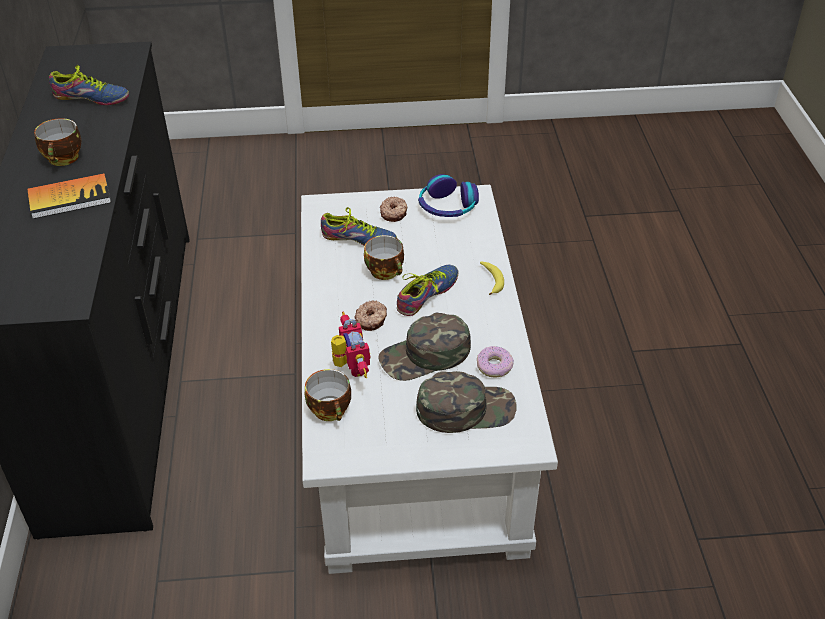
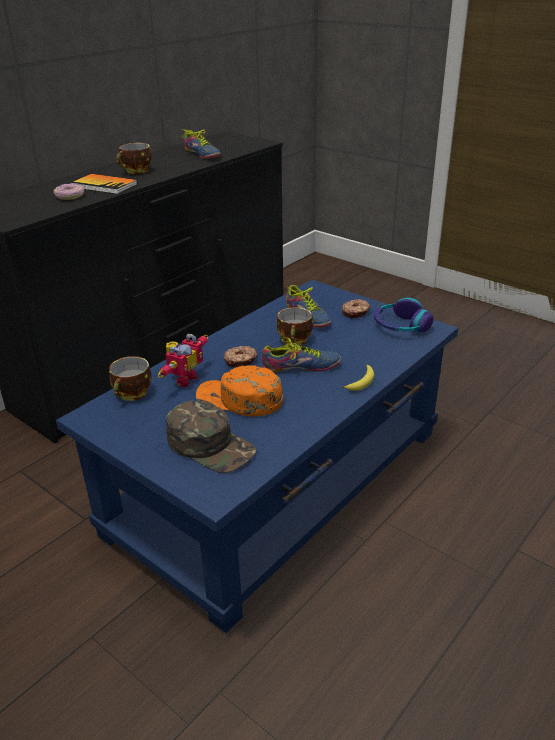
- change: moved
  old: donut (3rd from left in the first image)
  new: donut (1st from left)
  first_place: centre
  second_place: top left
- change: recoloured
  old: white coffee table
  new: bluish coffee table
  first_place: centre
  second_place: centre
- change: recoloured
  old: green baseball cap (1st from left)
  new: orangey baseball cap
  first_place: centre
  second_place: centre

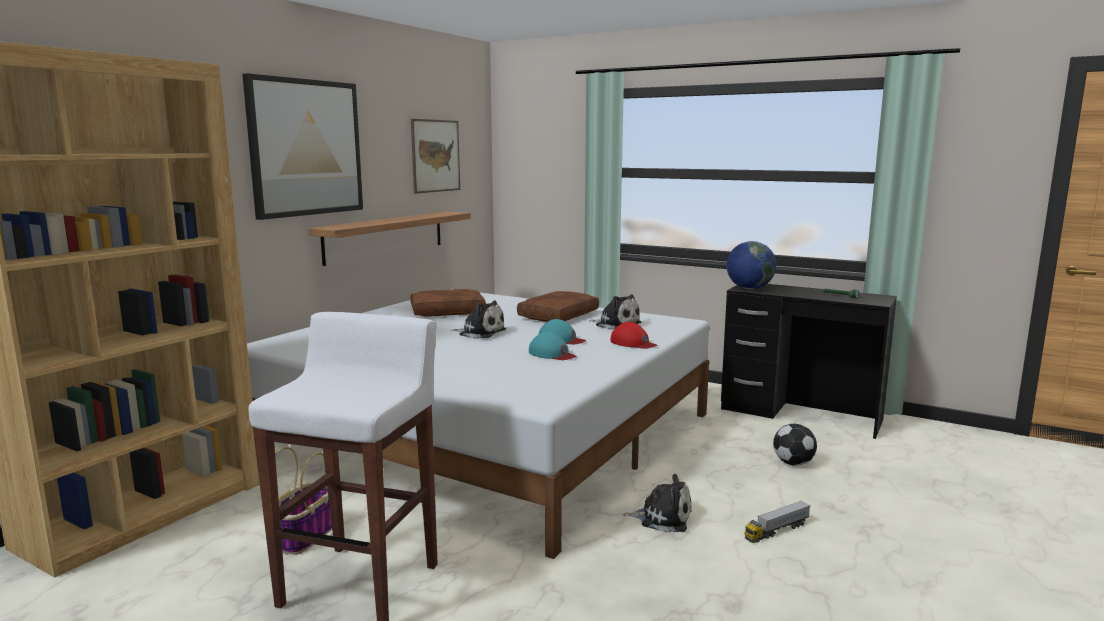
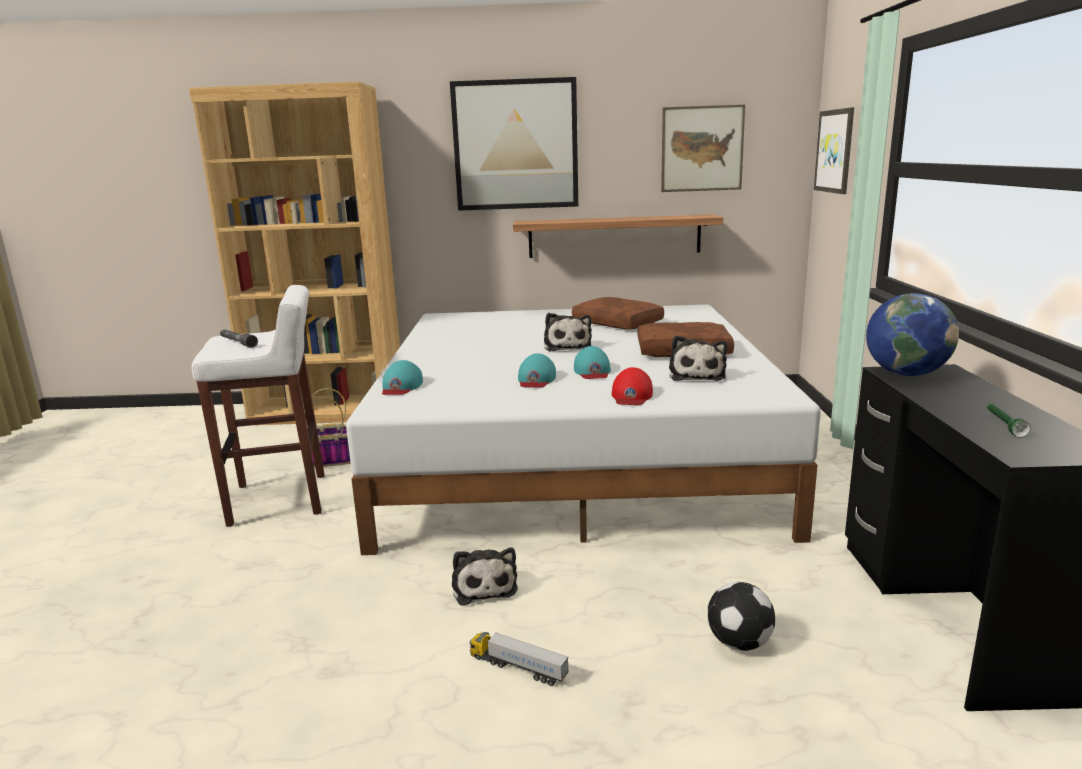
- change: added
  new: greyish flashlight
  second_place: middle left
- change: added
  new: turquoise baseball cap (1st from left)
  second_place: centre
- change: added
  new: wall picture (3rd from left)
  second_place: top right

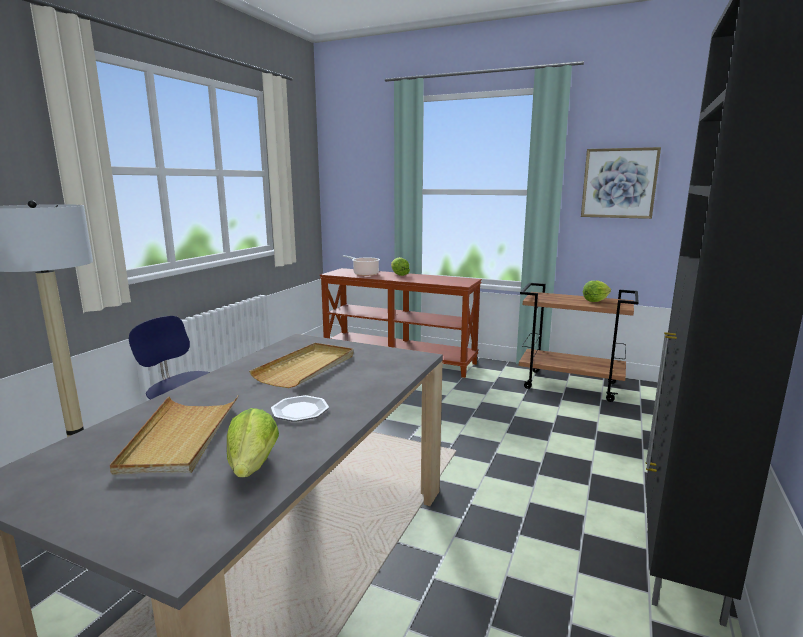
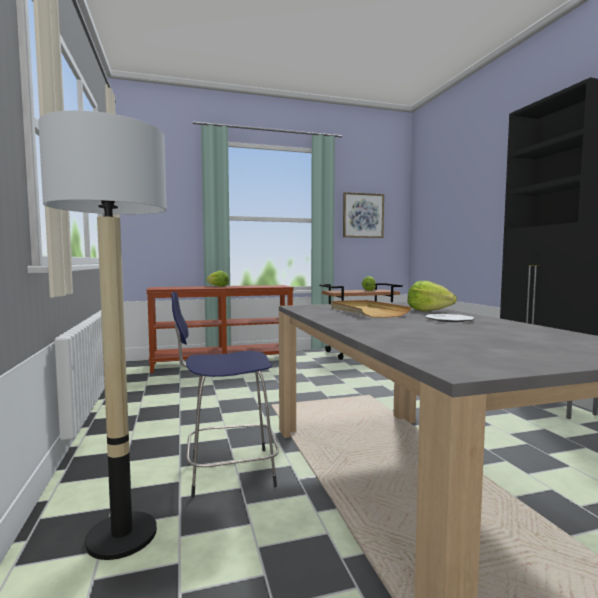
- change: removed
  old: beige-coloured tray (1st from left)
  first_place: bottom left
- change: removed
  old: cooking pot
  first_place: centre
- change: moved
  old: head of lettuce (1st from left in the first image)
  new: head of lettuce (3rd from left)
  first_place: bottom left
  second_place: middle right

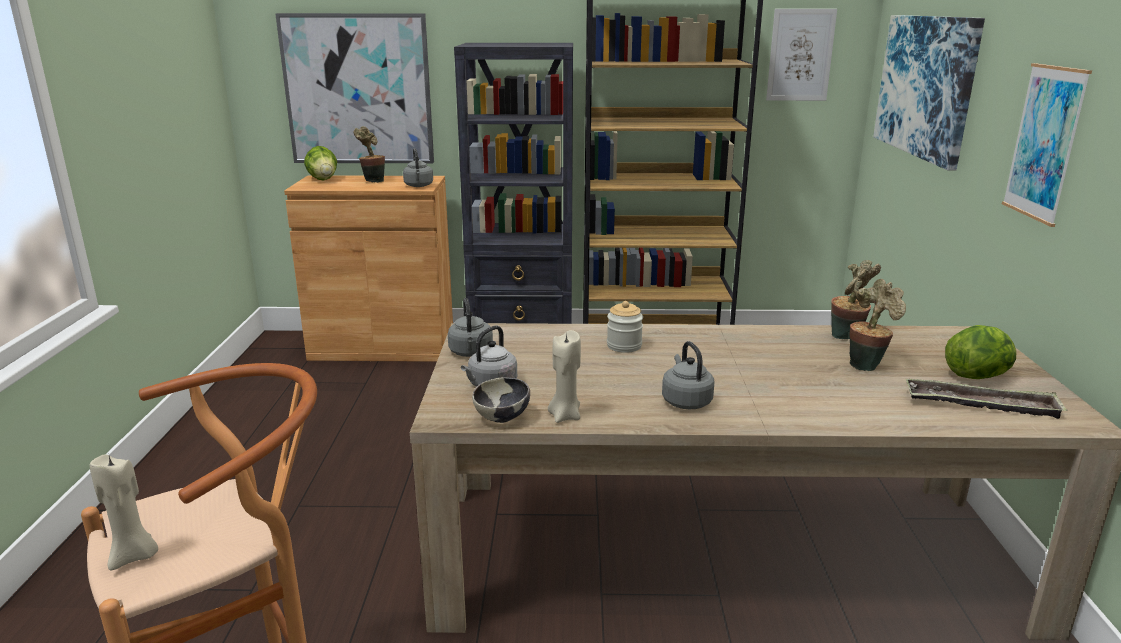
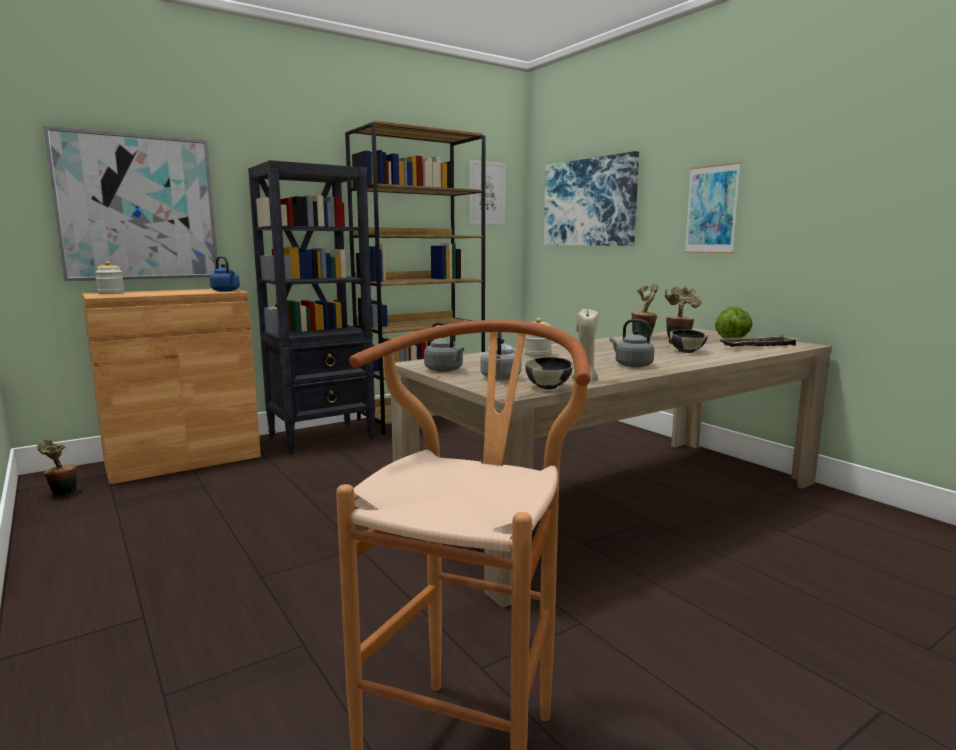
- change: removed
  old: beige-coloured candle (1st from left)
  first_place: bottom left
- change: added
  new: bowl (2nd from left)
  second_place: middle right
- change: moved
  old: houseplant (1st from left)
  first_place: top left
  second_place: middle left
- change: replaced
  old: head of lettuce (1st from left)
  new: preserve jar (1st from left)
  first_place: top left
  second_place: middle left
- change: recoloured
  old: greyish tea kettle (1st from left)
  new: bluish tea kettle
  first_place: top centre
  second_place: middle left

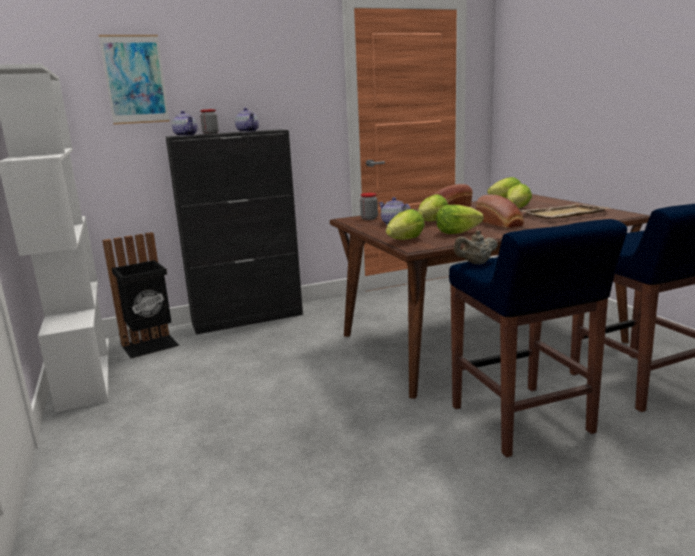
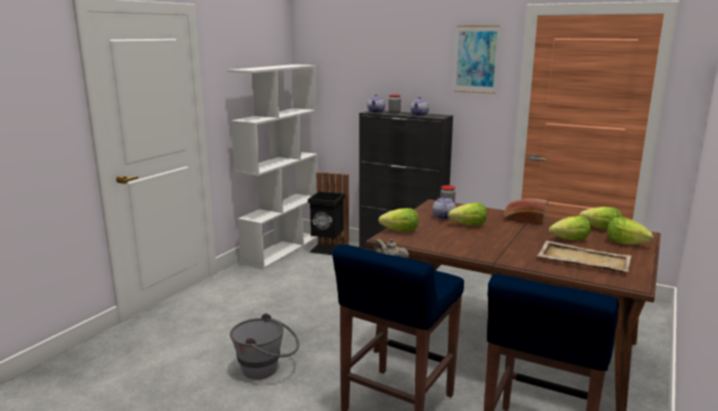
- change: removed
  old: bread (2nd from left)
  first_place: middle right
- change: added
  new: greyish water bucket
  second_place: bottom centre
- change: moved
  old: wall picture
  first_place: top left
  second_place: top centre
- change: moved
  old: head of lettuce (3rd from left in the first image)
  new: head of lettuce (5th from left)
  first_place: centre
  second_place: middle right

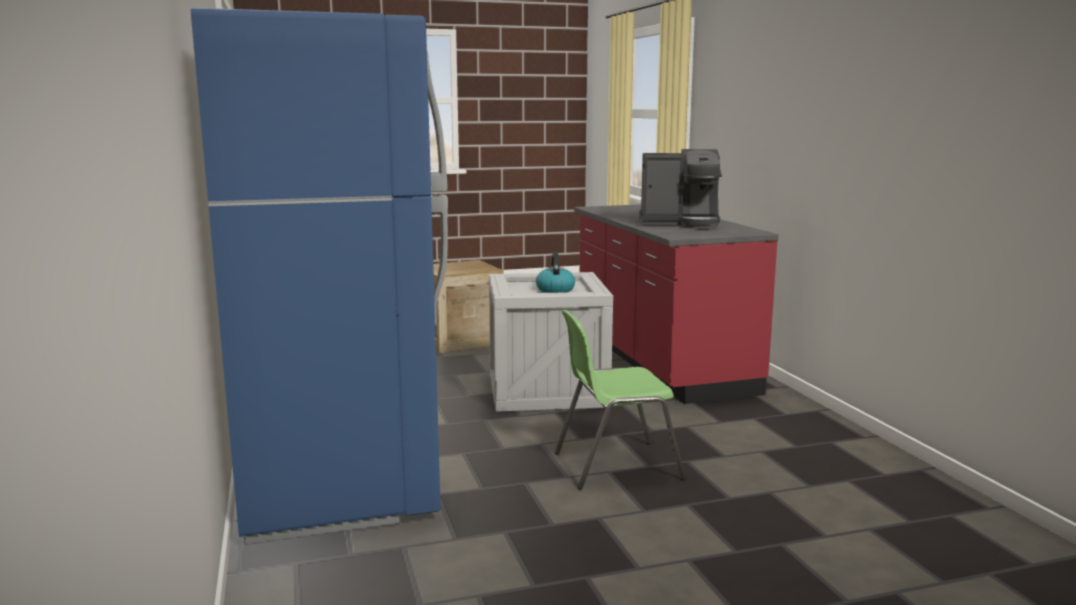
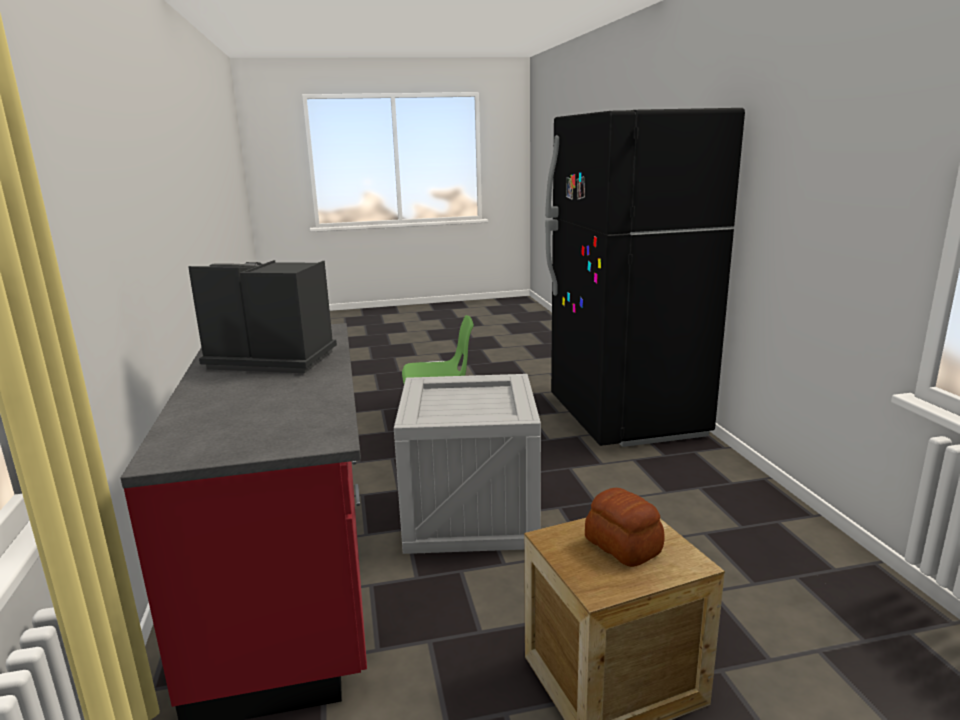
- change: removed
  old: tea kettle
  first_place: centre
- change: added
  new: bread
  second_place: bottom centre
- change: recoloured
  old: bluish refrigerator
  new: black-coloured refrigerator
  first_place: middle left
  second_place: middle right

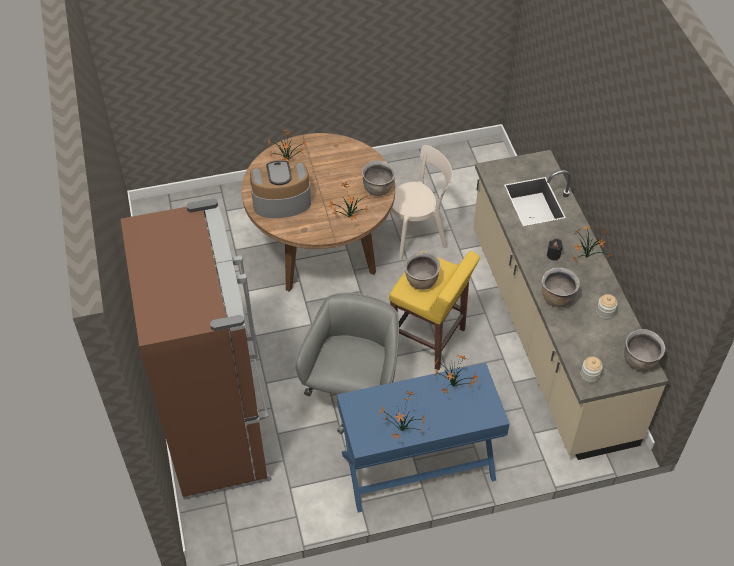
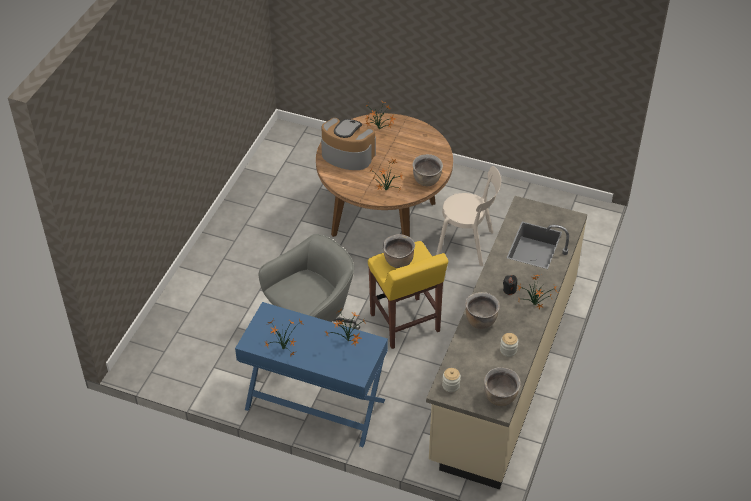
- change: removed
  old: brown refrigerator
  first_place: middle left

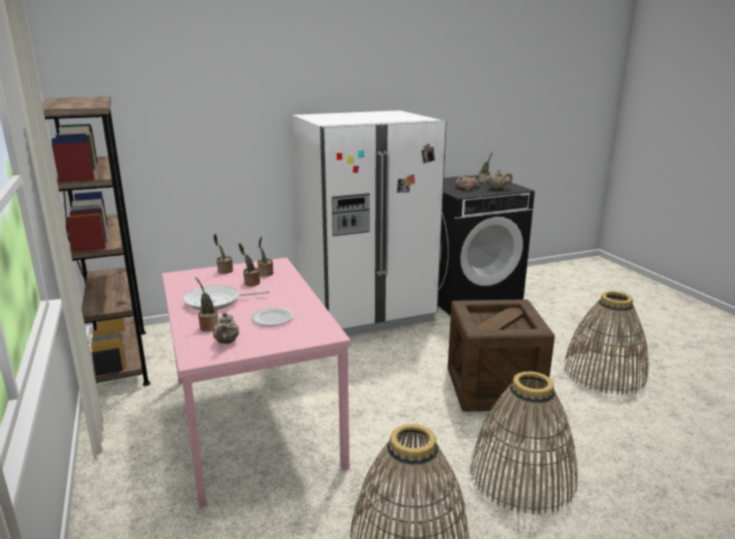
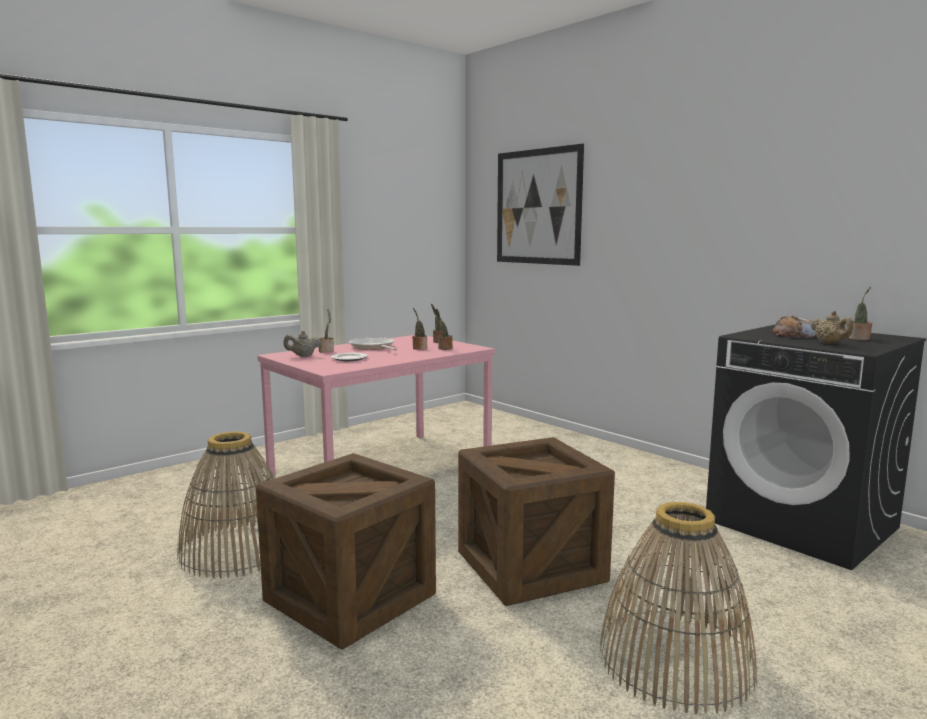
- change: removed
  old: brown bookcase
  first_place: middle left
- change: removed
  old: white refrigerator
  first_place: centre
- change: added
  new: wall picture
  second_place: top centre
- change: replaced
  old: storage basket (2nd from left)
  new: crate (1st from left)
  first_place: bottom right
  second_place: bottom centre

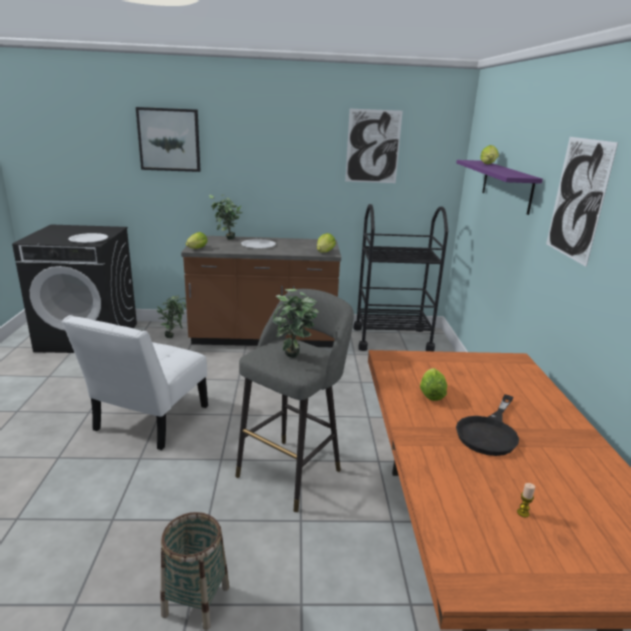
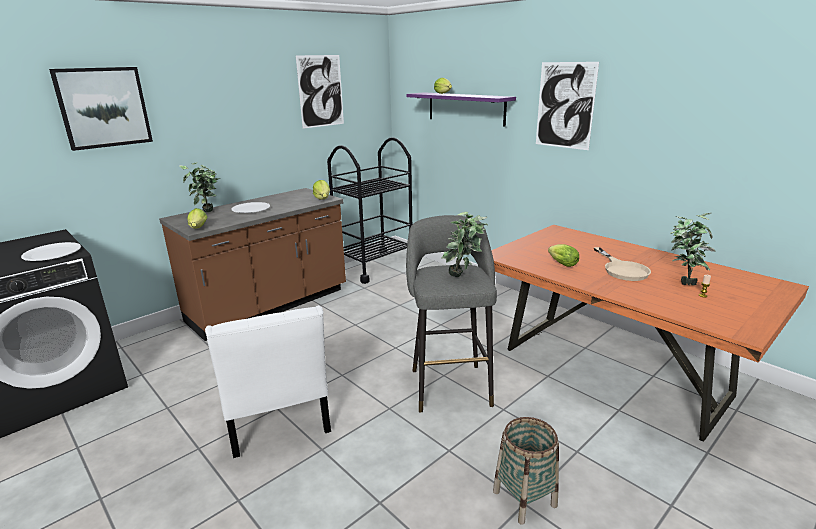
- change: moved
  old: houseplant (1st from left in the first image)
  new: houseplant (3rd from left)
  first_place: middle left
  second_place: middle right
- change: recoloured
  old: black-coloured frying pan
  new: beige-coloured frying pan
  first_place: bottom right
  second_place: middle right

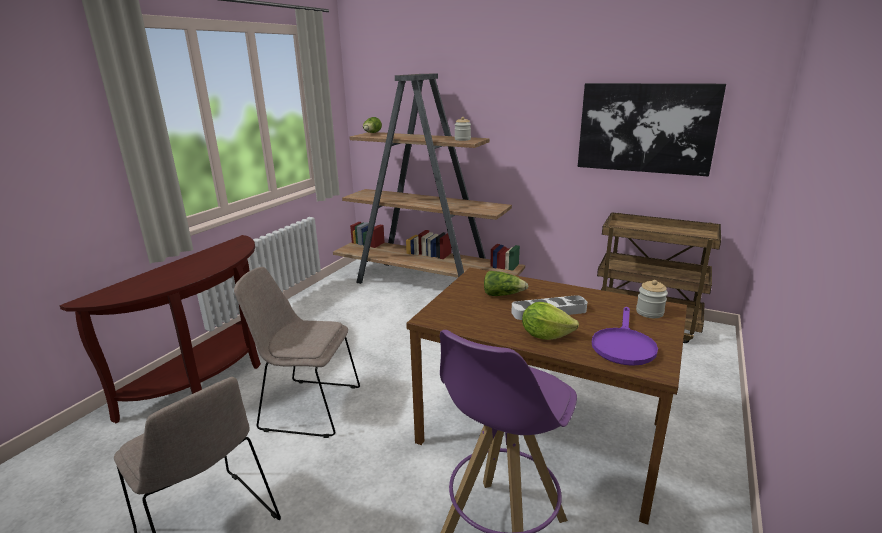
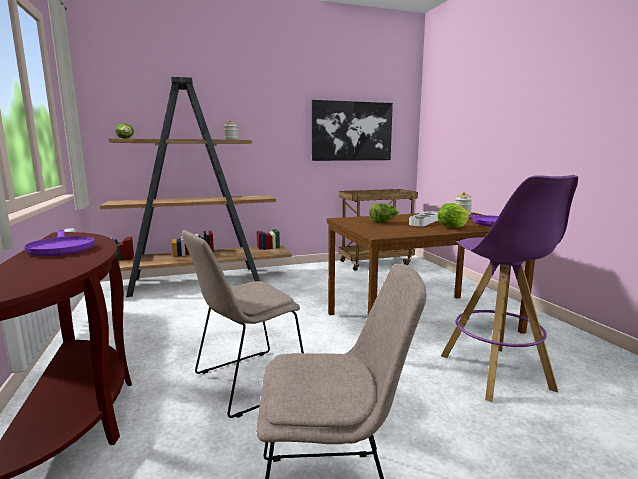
- change: added
  new: purple frying pan (1st from left)
  second_place: middle left

